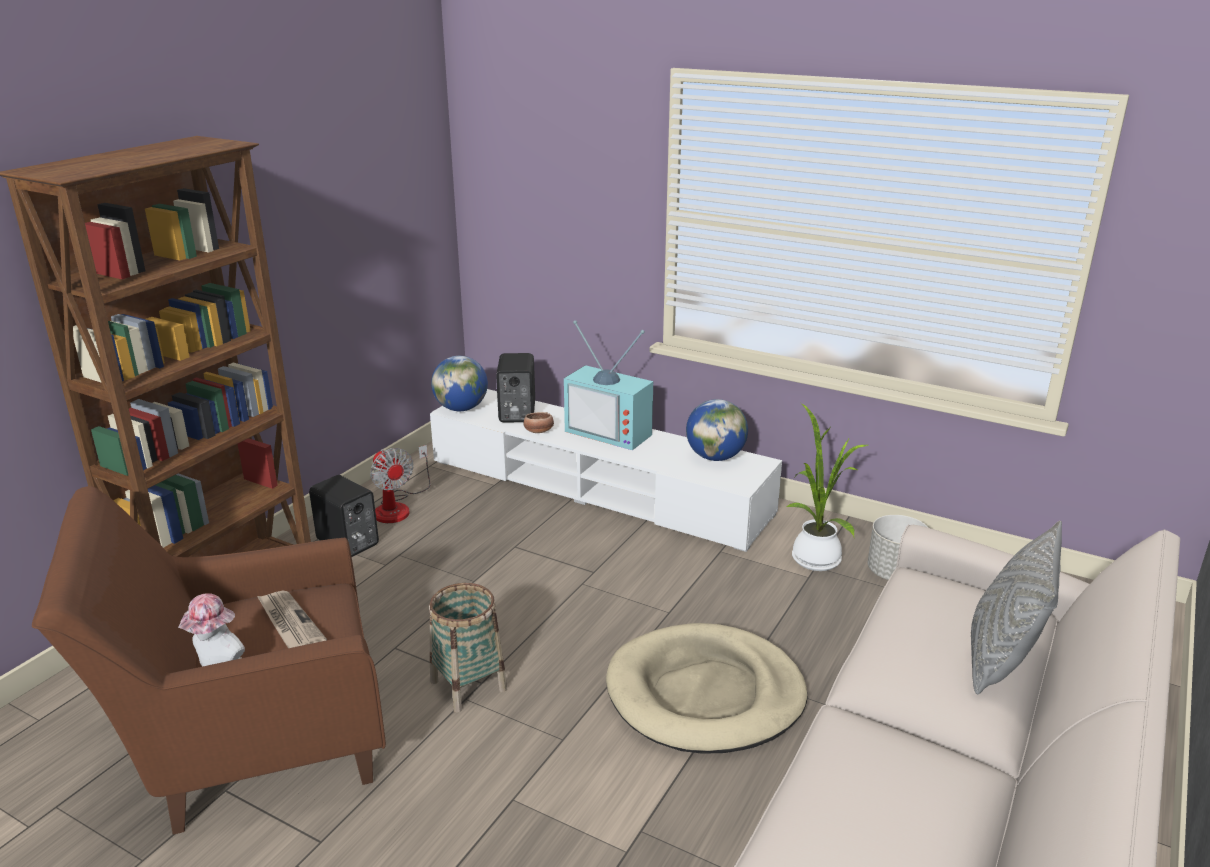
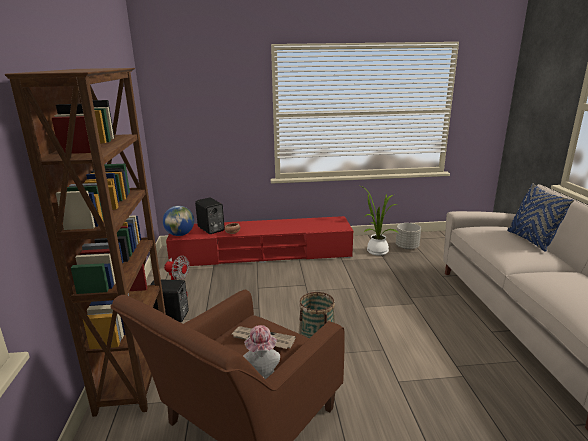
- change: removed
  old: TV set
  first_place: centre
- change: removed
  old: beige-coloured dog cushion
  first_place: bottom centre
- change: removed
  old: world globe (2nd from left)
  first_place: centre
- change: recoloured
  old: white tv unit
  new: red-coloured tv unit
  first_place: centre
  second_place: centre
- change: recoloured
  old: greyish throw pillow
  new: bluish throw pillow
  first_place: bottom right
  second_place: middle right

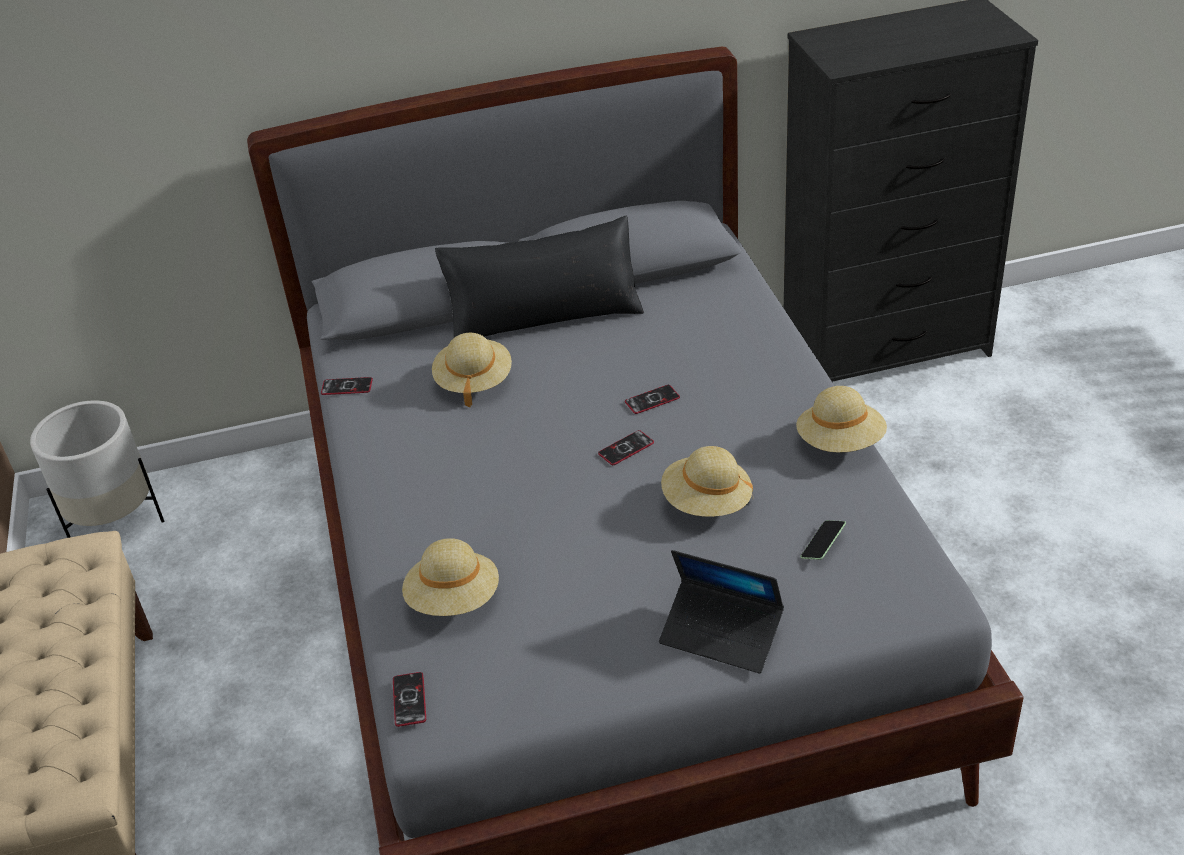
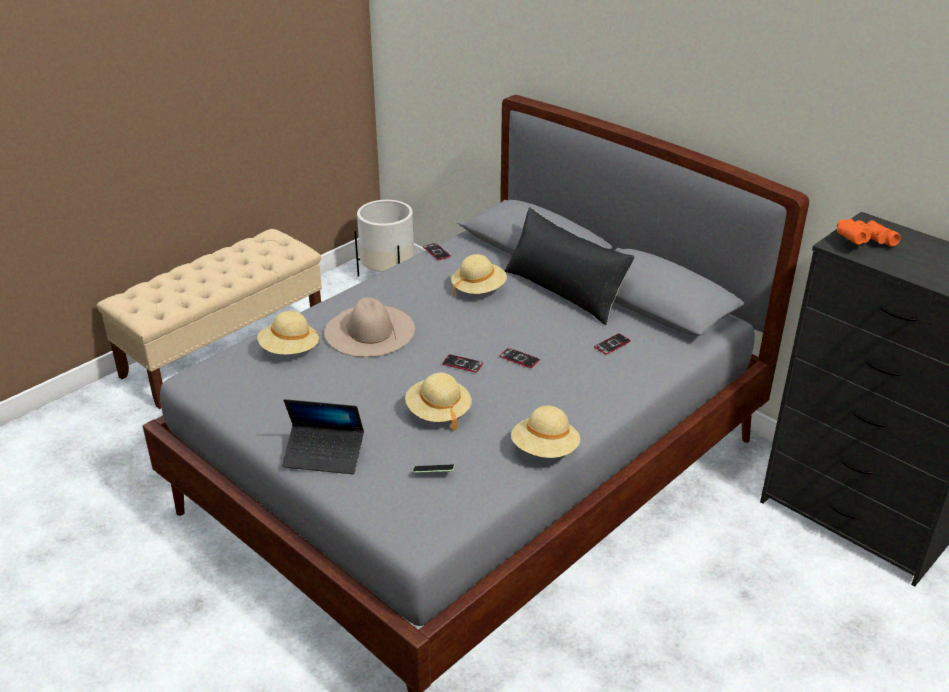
- change: added
  new: beige-coloured hat (2nd from left)
  second_place: centre
- change: added
  new: orangey binoculars
  second_place: middle right
- change: moved
  old: telephone (2nd from left in the first image)
  new: telephone (5th from left)
  first_place: bottom centre
  second_place: centre
- change: turned
  old: portable computer
  first_place: bottom centre
  second_place: centre
  degrees: -75

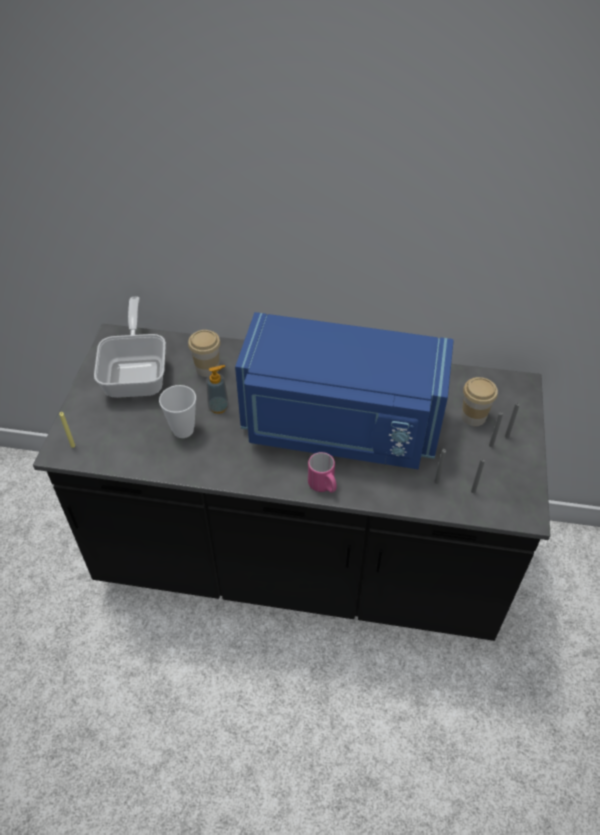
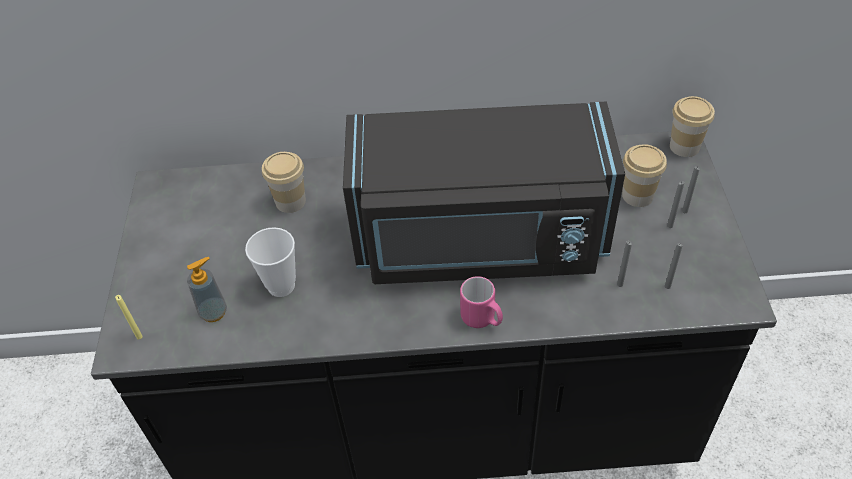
- change: removed
  old: frying pan
  first_place: middle left
- change: added
  new: cup (4th from left)
  second_place: top right
- change: moved
  old: soap dispenser
  first_place: centre
  second_place: middle left
- change: recoloured
  old: bluish microwave
  new: black-coloured microwave
  first_place: centre
  second_place: centre

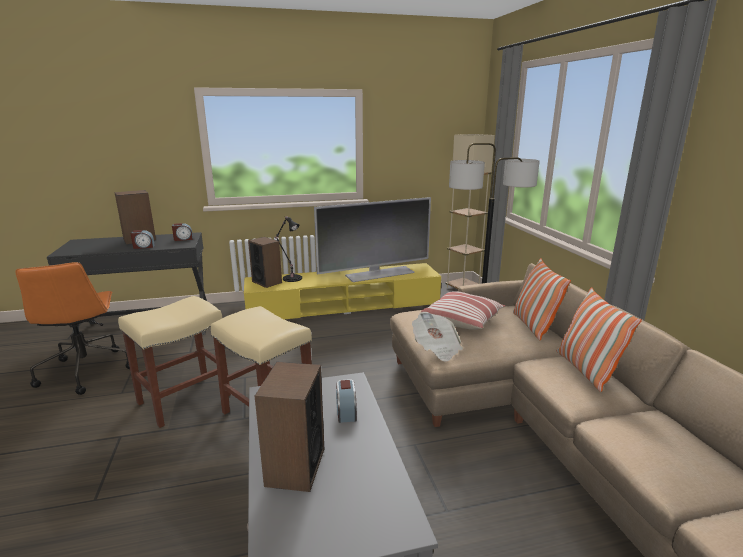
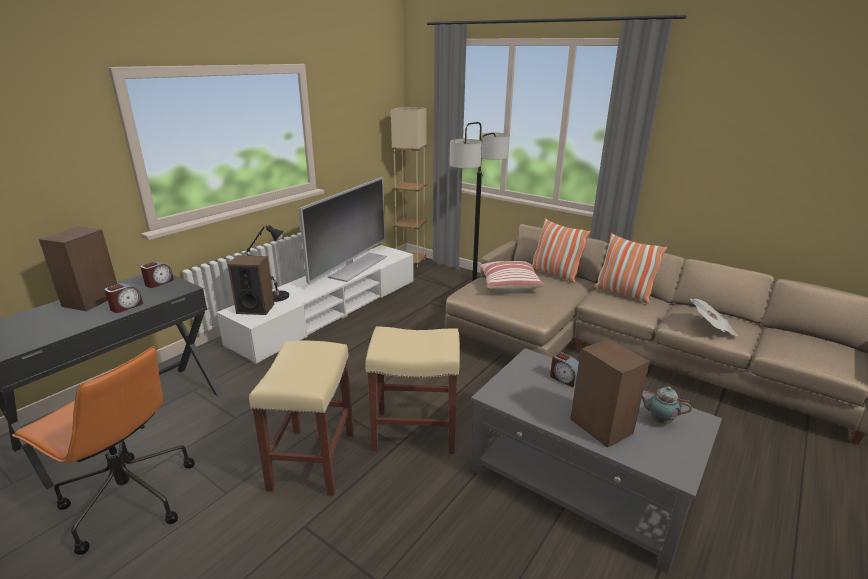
- change: added
  new: pot for tea
  second_place: bottom right
- change: moved
  old: daily paper
  first_place: centre
  second_place: middle right
- change: recoloured
  old: yellow tv unit
  new: white tv unit
  first_place: centre
  second_place: centre

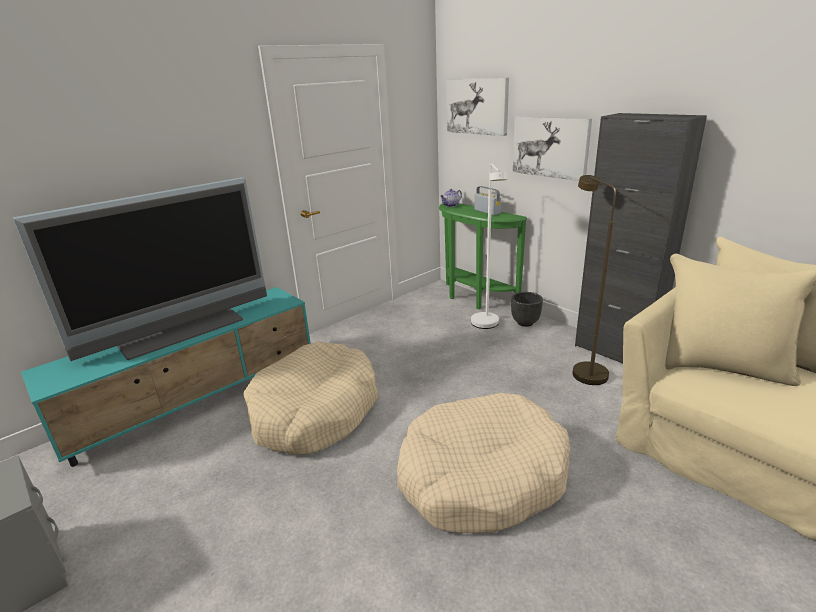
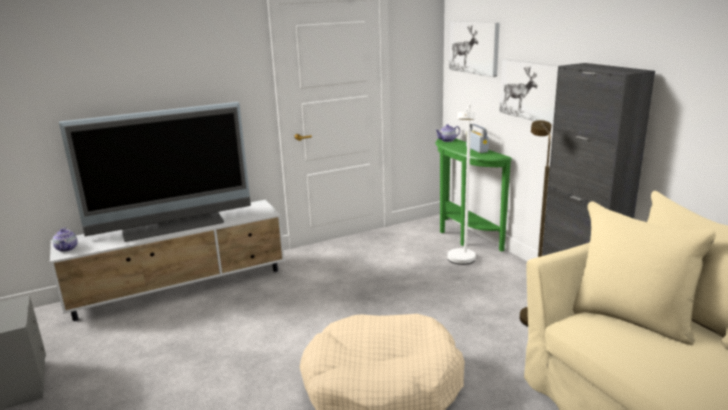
- change: removed
  old: beige-coloured dog cushion (1st from left)
  first_place: centre
- change: removed
  old: black-coloured planter
  first_place: centre
- change: added
  new: pot for tea (1st from left)
  second_place: middle left
- change: recoloured
  old: turquoise tv unit
  new: white tv unit
  first_place: middle left
  second_place: middle left

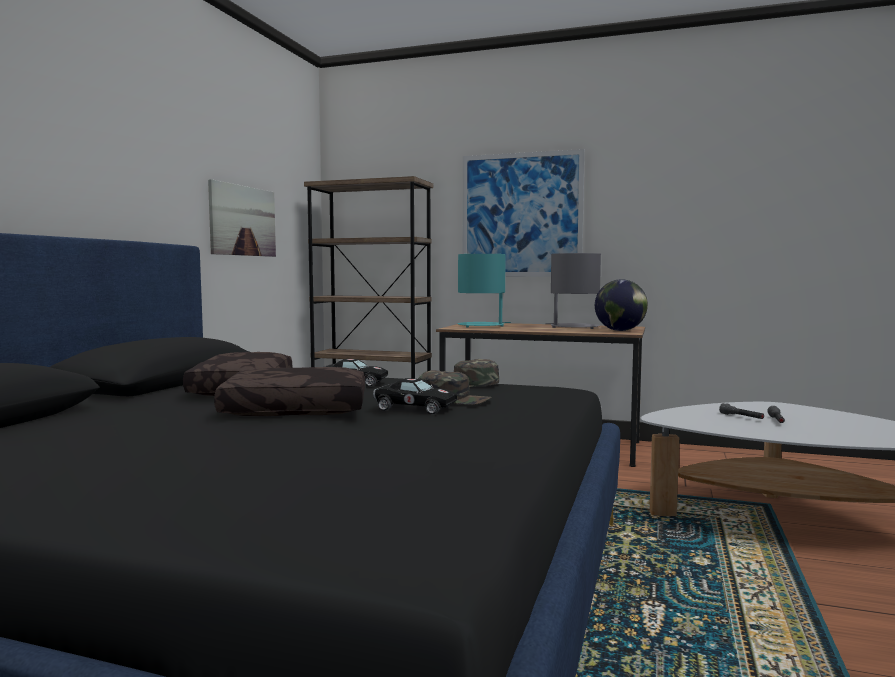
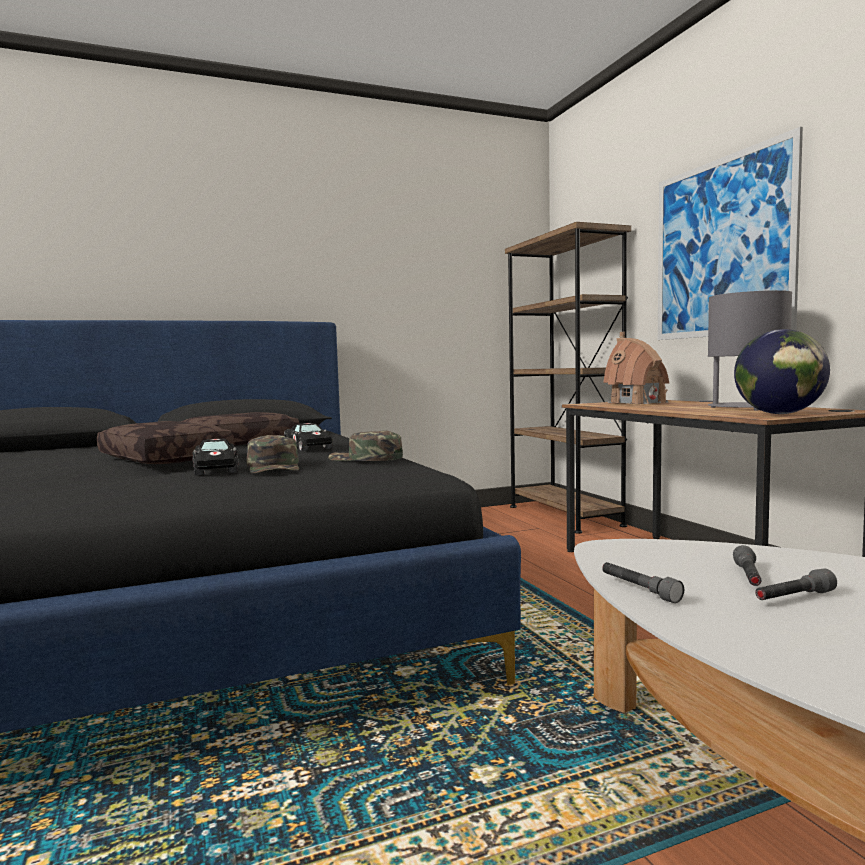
- change: removed
  old: wall picture (1st from left)
  first_place: top left
- change: added
  new: greyish flashlight (1st from left)
  second_place: bottom right
- change: replaced
  old: turquoise tabletop lamp
  new: miniature house
  first_place: centre
  second_place: middle right

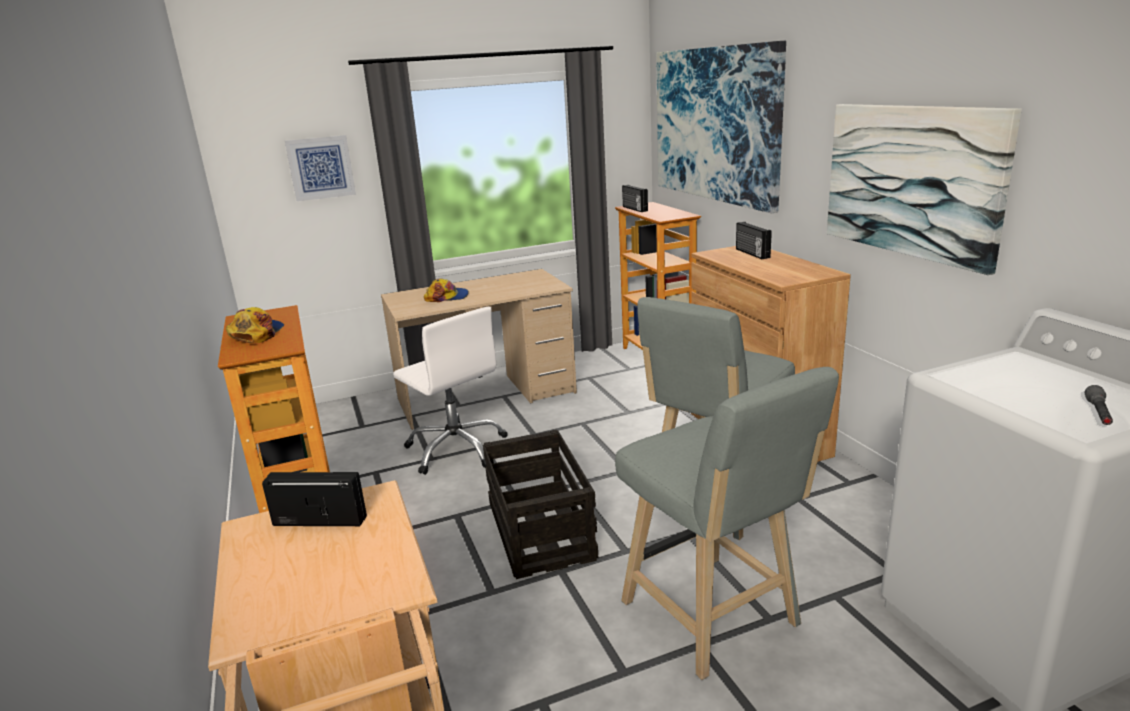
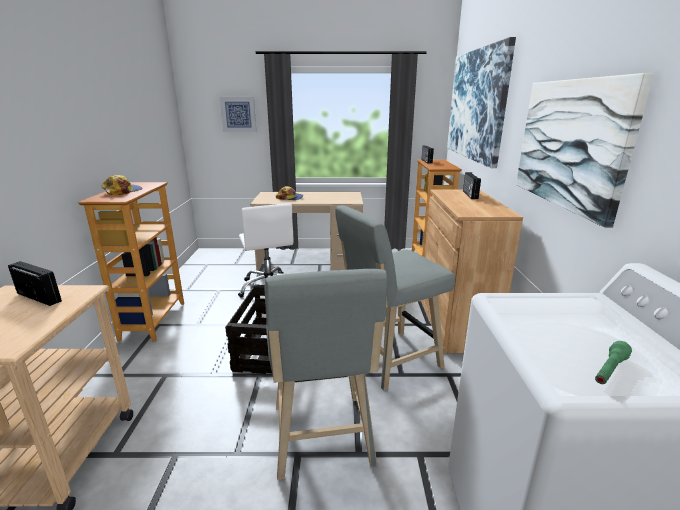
- change: recoloured
  old: greyish flashlight
  new: green flashlight
  first_place: middle right
  second_place: bottom right

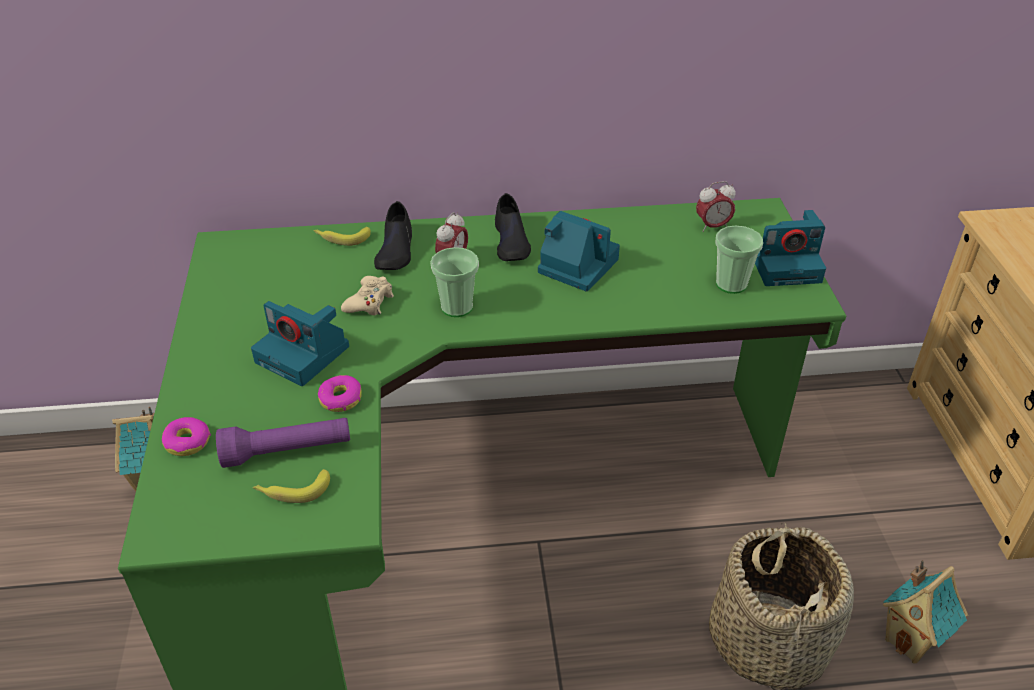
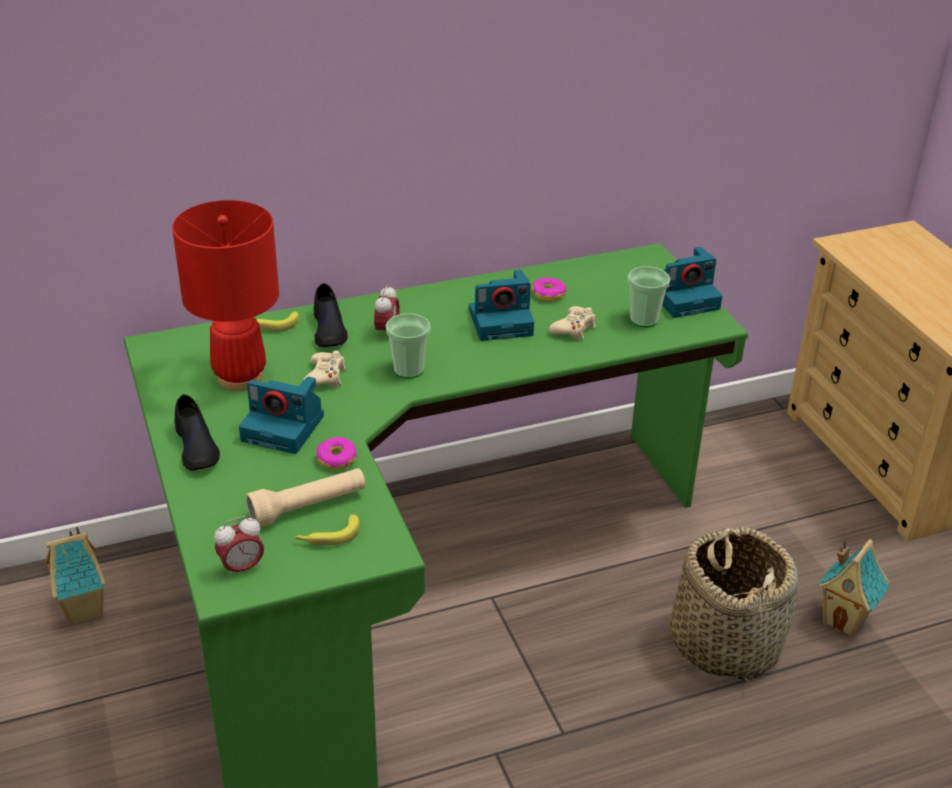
- change: added
  new: red-coloured tabletop lamp
  second_place: middle left
- change: added
  new: beige-coloured gamepad (2nd from left)
  second_place: centre
- change: moved
  old: donut (1st from left in the first image)
  new: donut (2nd from left)
  first_place: middle left
  second_place: centre
- change: moved
  old: black-coloured shoe (2nd from left in the first image)
  new: black-coloured shoe (1st from left)
  first_place: top centre
  second_place: middle left
- change: moved
  old: alarm clock (2nd from left in the first image)
  new: alarm clock (1st from left)
  first_place: top right
  second_place: bottom left
- change: recoloured
  old: purple flashlight
  new: beige-coloured flashlight
  first_place: middle left
  second_place: middle left
- change: turned
  old: still camera (2nd from left)
  first_place: centre
  second_place: centre
  degrees: 150

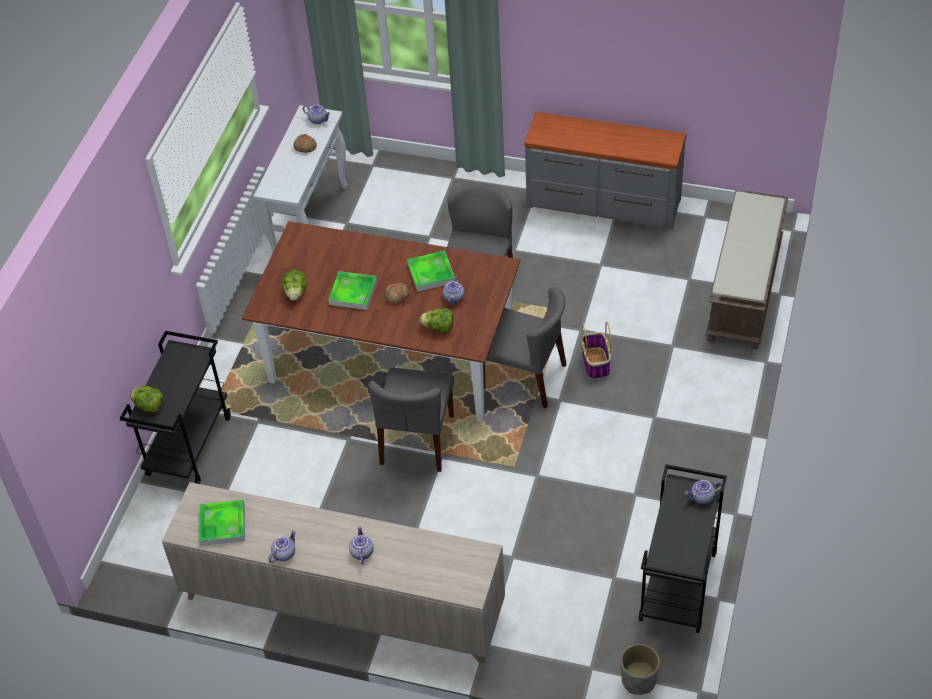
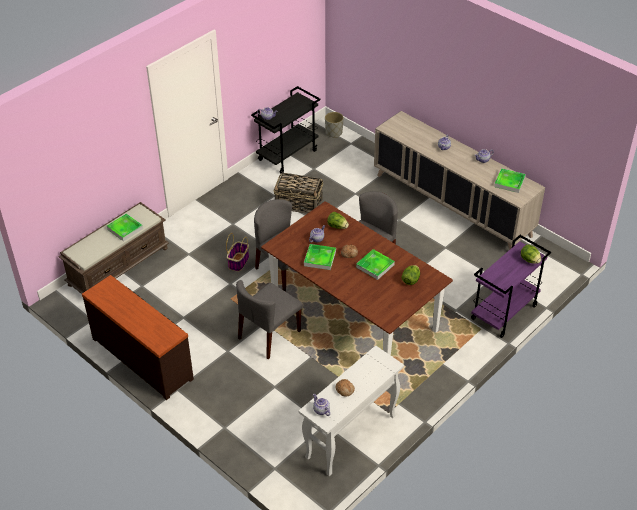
- change: added
  new: tray (1st from left)
  second_place: middle left
- change: added
  new: storage basket (2nd from left)
  second_place: centre
- change: recoloured
  old: black-coloured wheeled cart (1st from left)
  new: purple wheeled cart
  first_place: middle left
  second_place: middle right
- change: recoloured
  old: greyish drawer chest
  new: brown drawer chest
  first_place: top centre
  second_place: middle left

